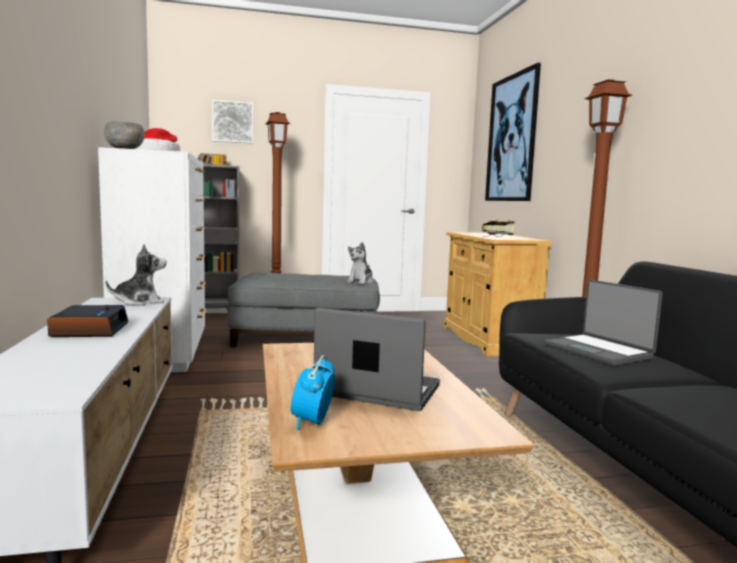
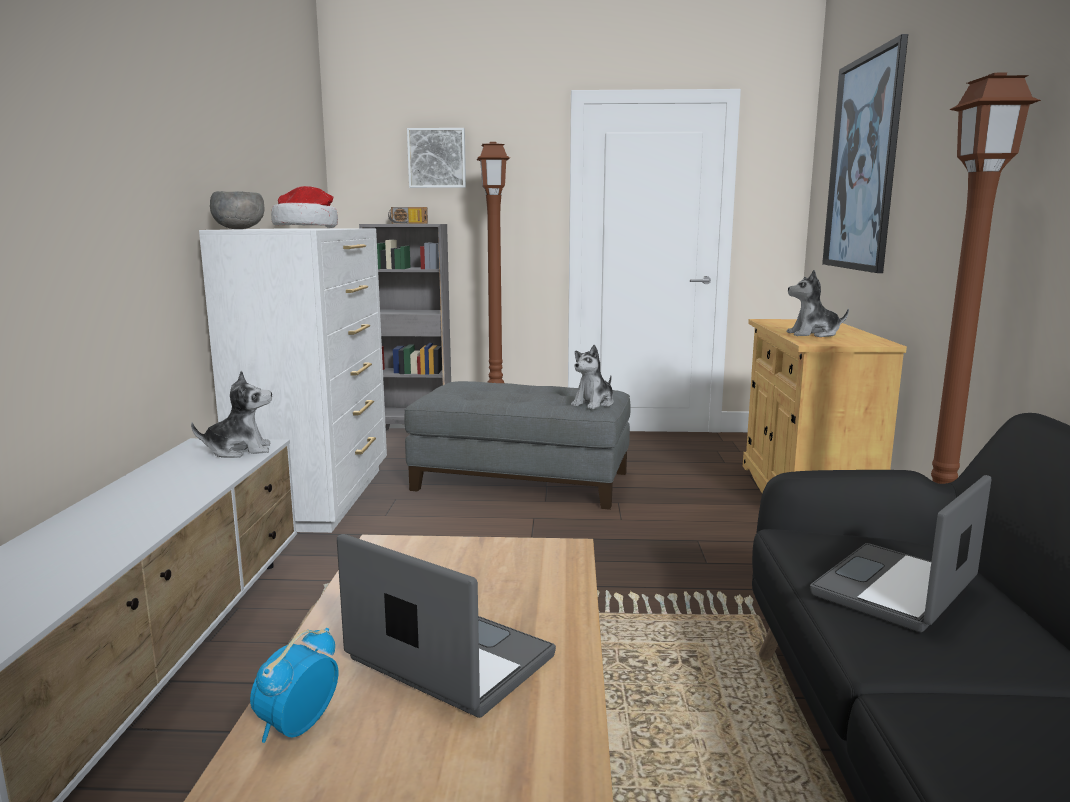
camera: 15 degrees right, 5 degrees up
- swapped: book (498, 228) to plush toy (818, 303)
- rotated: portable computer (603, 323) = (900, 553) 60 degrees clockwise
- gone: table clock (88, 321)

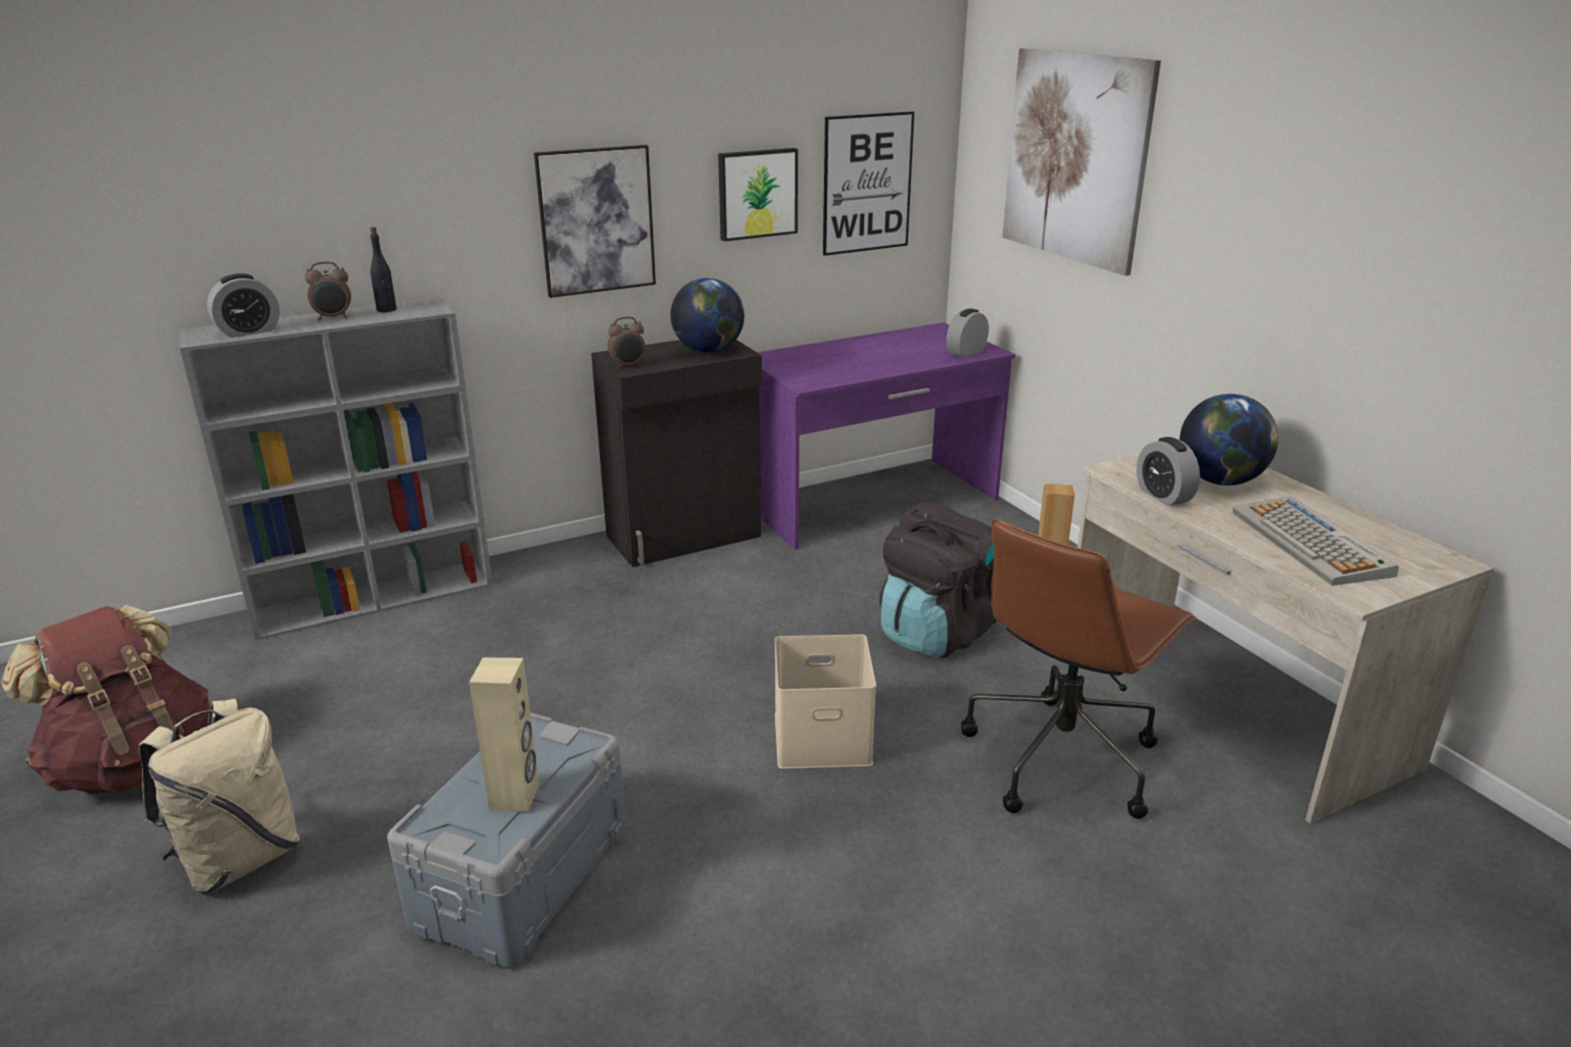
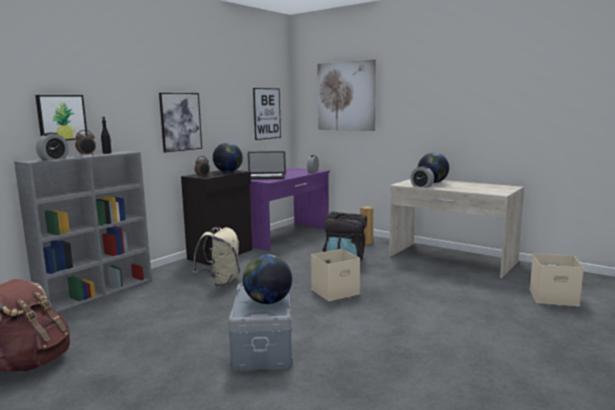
camera: 25 degrees left, 15 degrees down
- shifted: wall art (758, 194) to (61, 117)
- shifted: backpack/sand-coloured (219, 796) to (216, 257)
- swapped: speaker/sand-coloured (504, 734) to desk globe (267, 279)
- new: portable computer (267, 165)
- new: storage box/sand-coloured (557, 279)
- gone: computer chair/brown (1078, 669)
- gone: computer keyboard (1315, 541)

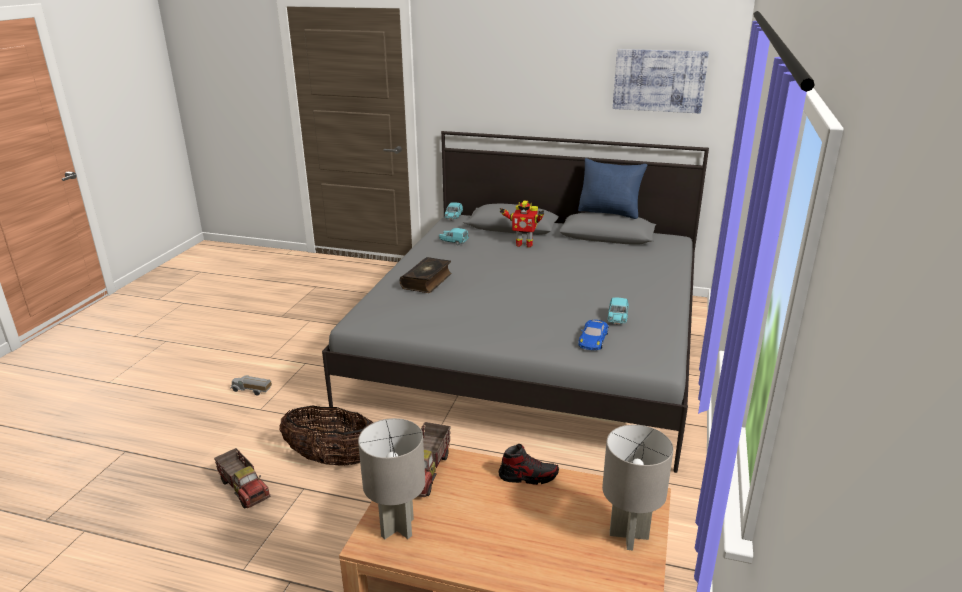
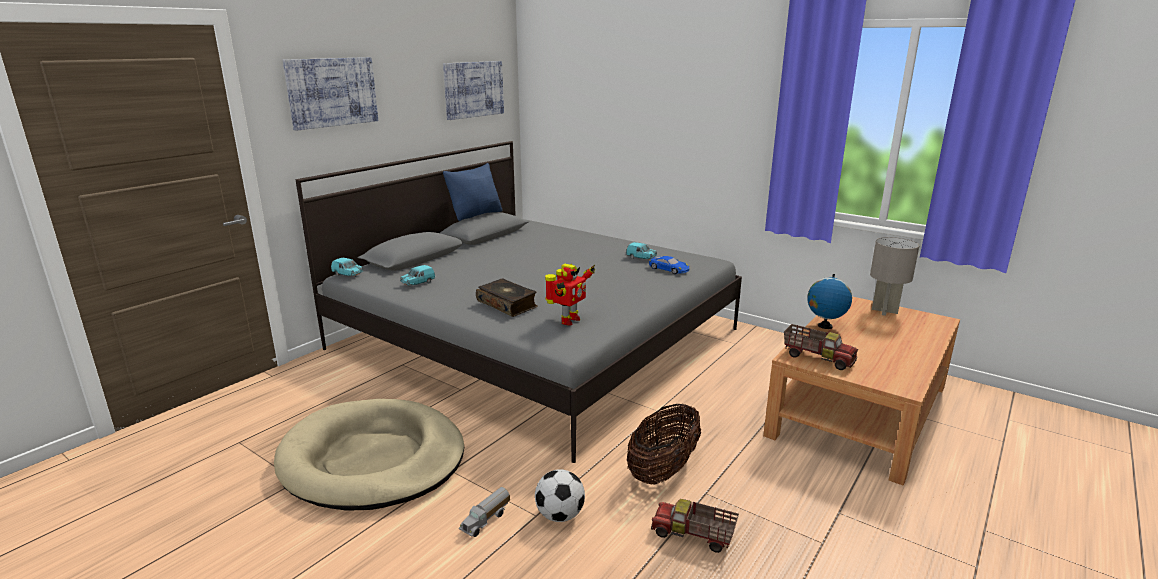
camera: 70 degrees left, 5 degrees down
- new: pet bed/sand-coloured (369, 455)
- new: wall art (330, 93)
- new: ball for football (560, 495)
- shifted: model robot (521, 224) to (570, 295)
- rotated: toy lorry (242, 478) = (695, 526) 135 degrees counterclockwise
- swapped: low shoe (529, 464) to desk globe (829, 301)
- gone: lamp for a table/grey (391, 478)

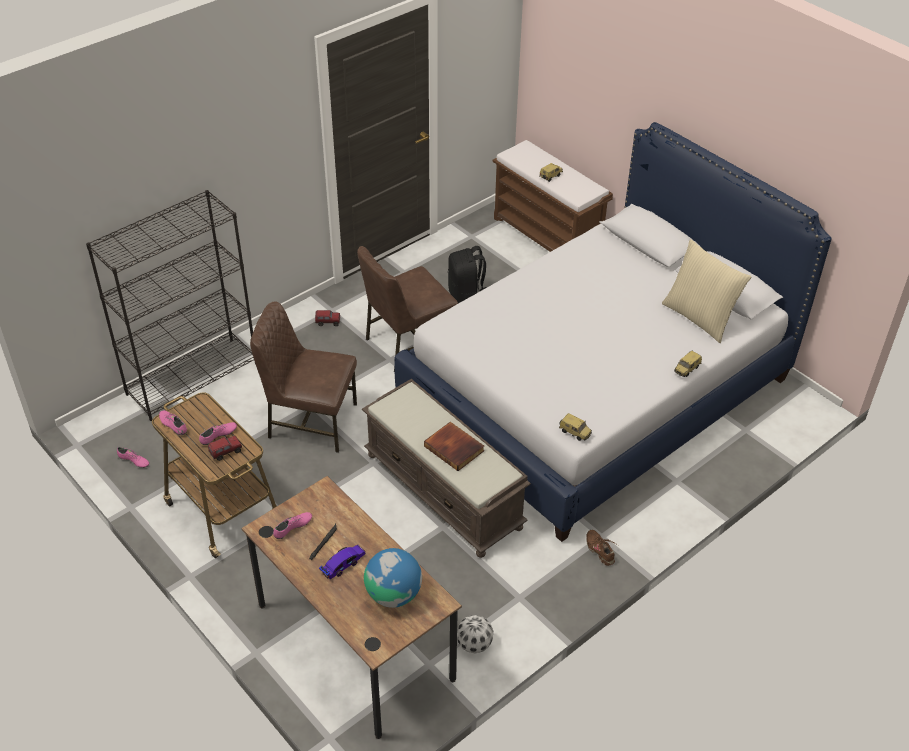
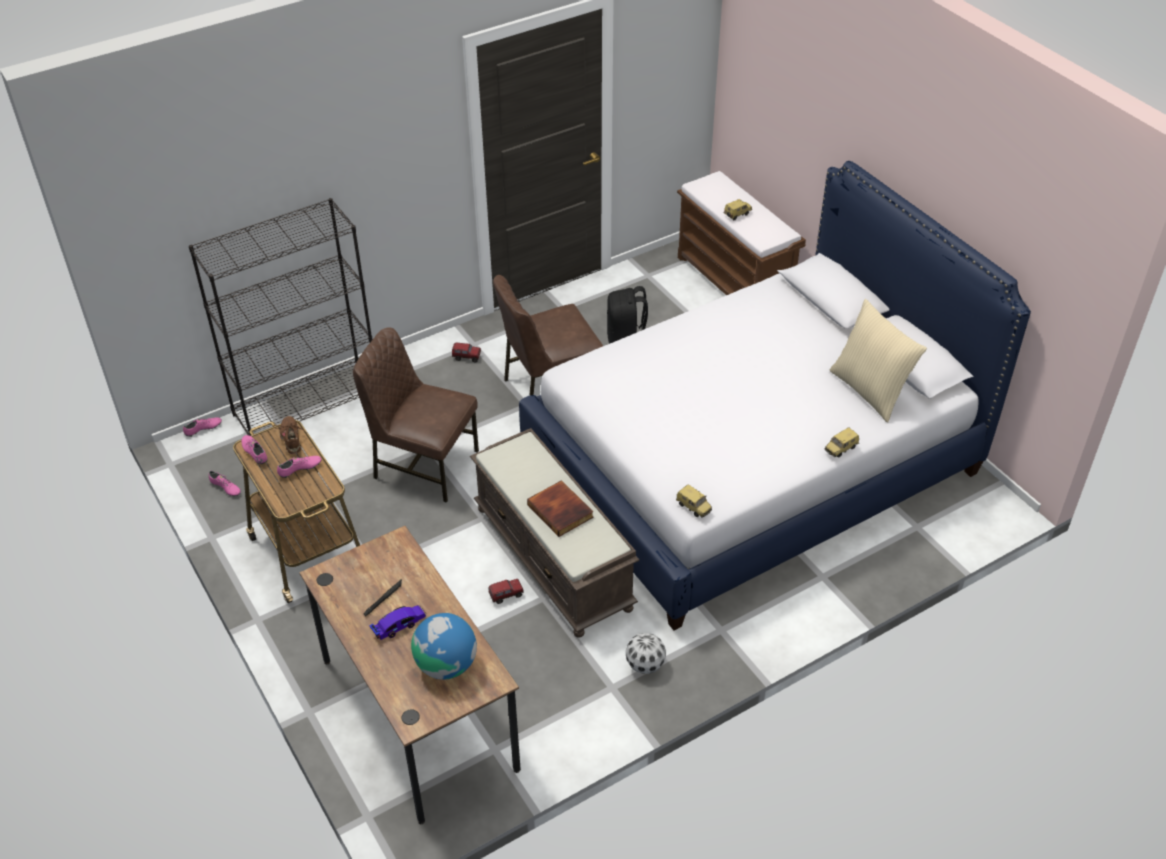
camera: 10 degrees right, 0 degrees up
- shifted: low shoe/pink (292, 525) to (202, 427)
- shifted: low shoe/brown (602, 548) to (289, 435)
- shifted: toy lorry (225, 448) to (506, 591)
- shifted: ball for football (475, 634) to (646, 653)

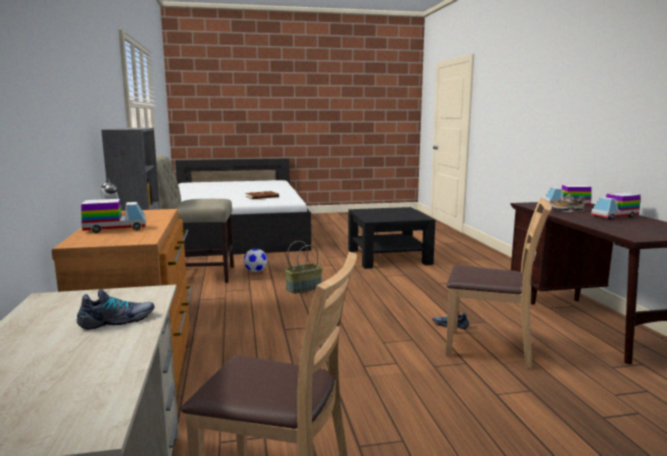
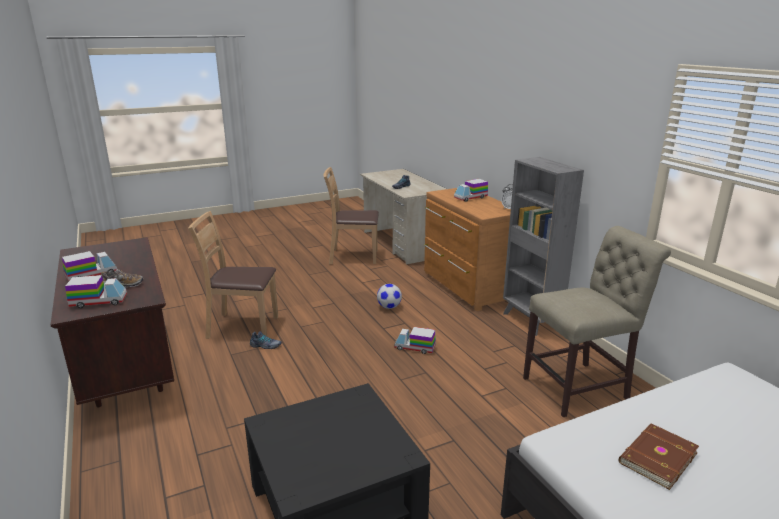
camera: 165 degrees right, 10 degrees up
- shifted: ball for football (255, 260) to (389, 296)
- new: toy lorry (415, 340)
- gone: household basket (304, 267)

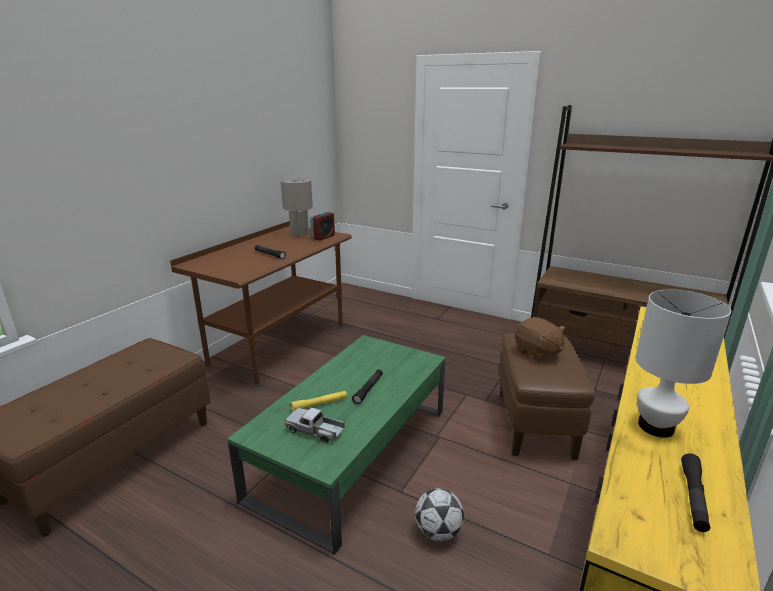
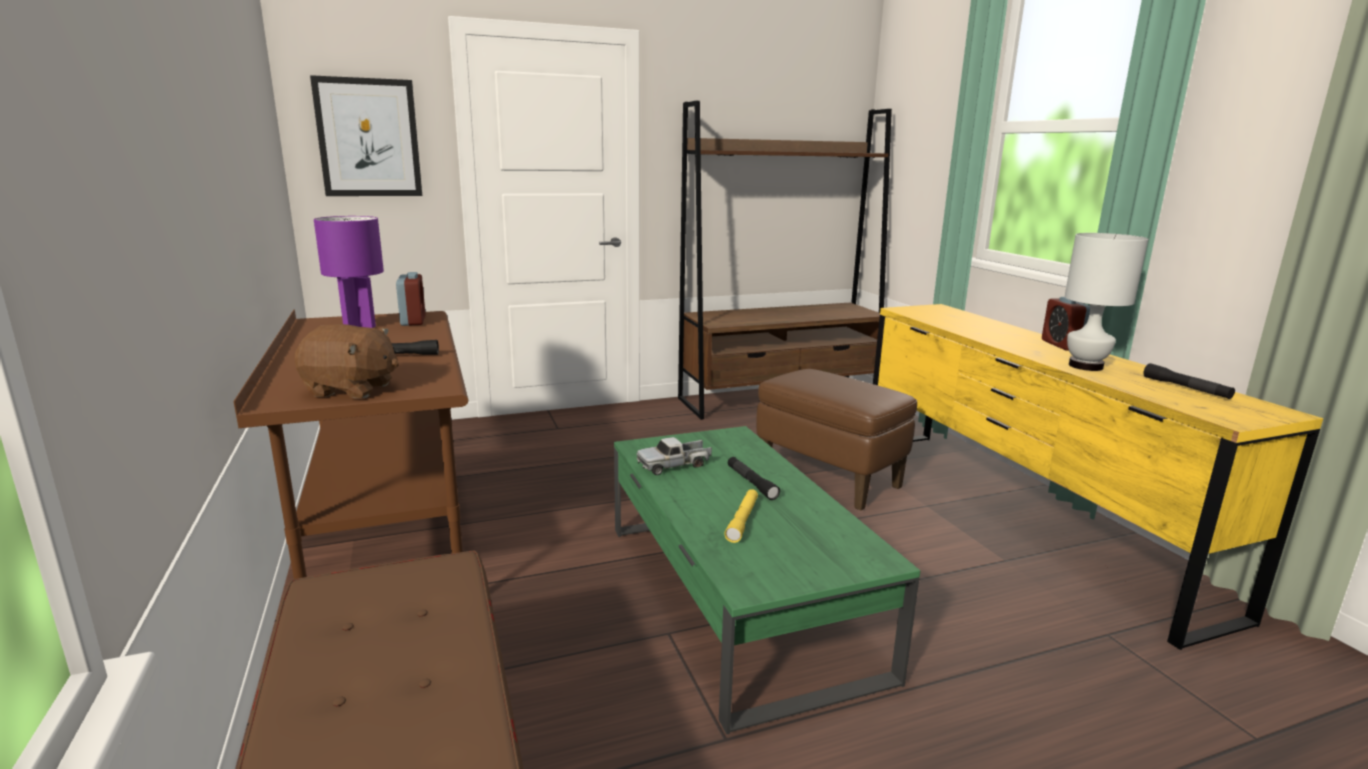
camera: 50 degrees left, 5 degrees down
- shifted: plush toy/brown (540, 339) to (347, 361)
- new: wall art (366, 135)
- repainted: lamp for a table/grey (297, 207) to lamp for a table/purple-coloured (349, 272)
- shifted: toy lorry (315, 425) to (674, 456)
- new: table clock (1066, 323)
- gone: ball for football (439, 514)

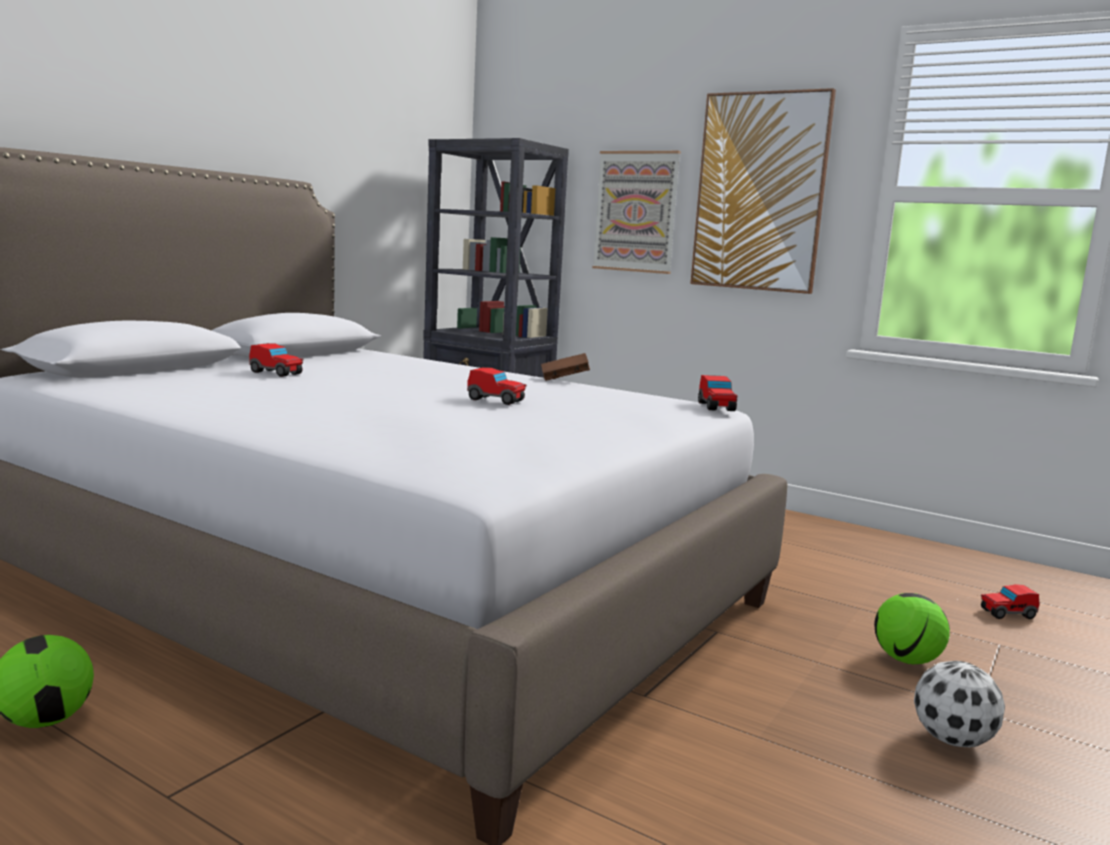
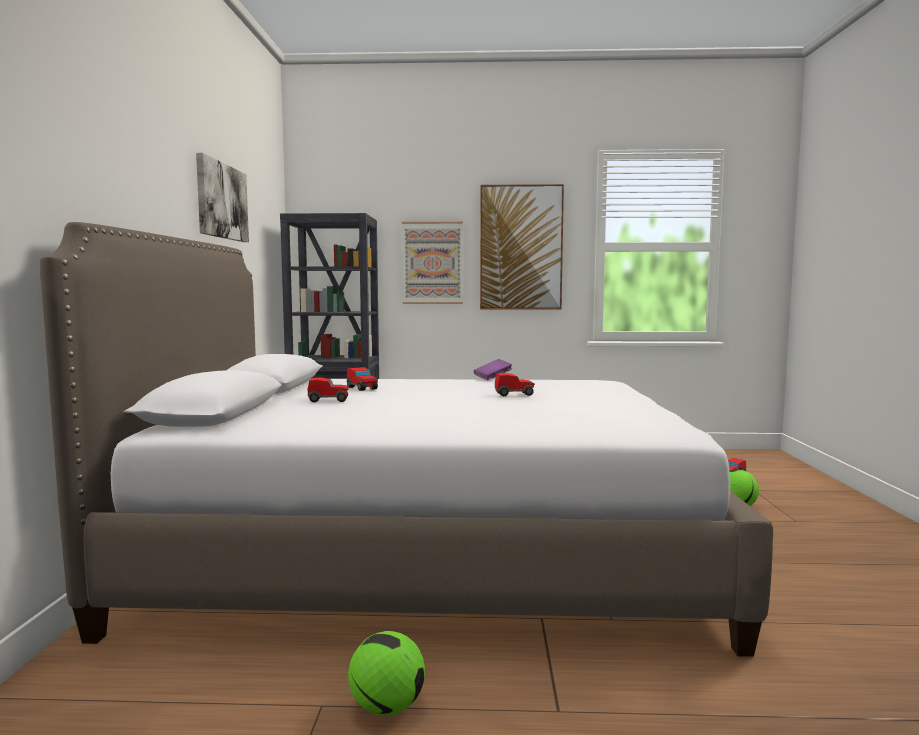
camera: 30 degrees left, 5 degrees down
- new: wall art (222, 197)
- shifted: miniature car (718, 393) to (362, 379)
- repainted: book/brown (565, 367) to book/purple-coloured (493, 369)
- gone: ball for football (959, 704)

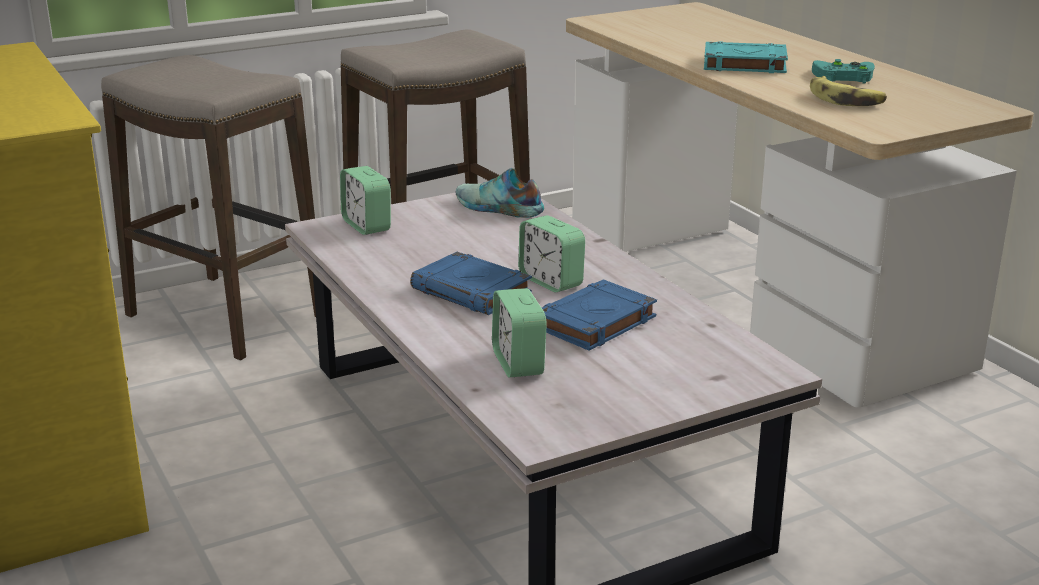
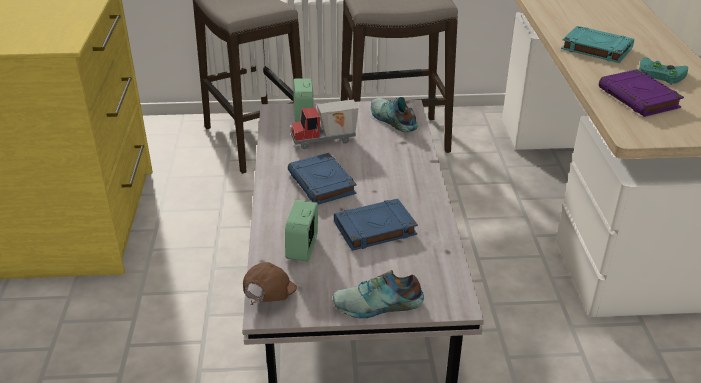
camera: 25 degrees right, 10 degrees up
- new: cap/brown (270, 283)
- new: toy lorry (325, 124)
- new: low shoe (378, 294)
- swapped: banana (848, 91) to book/purple-coloured (641, 93)
- gone: table clock (551, 253)

